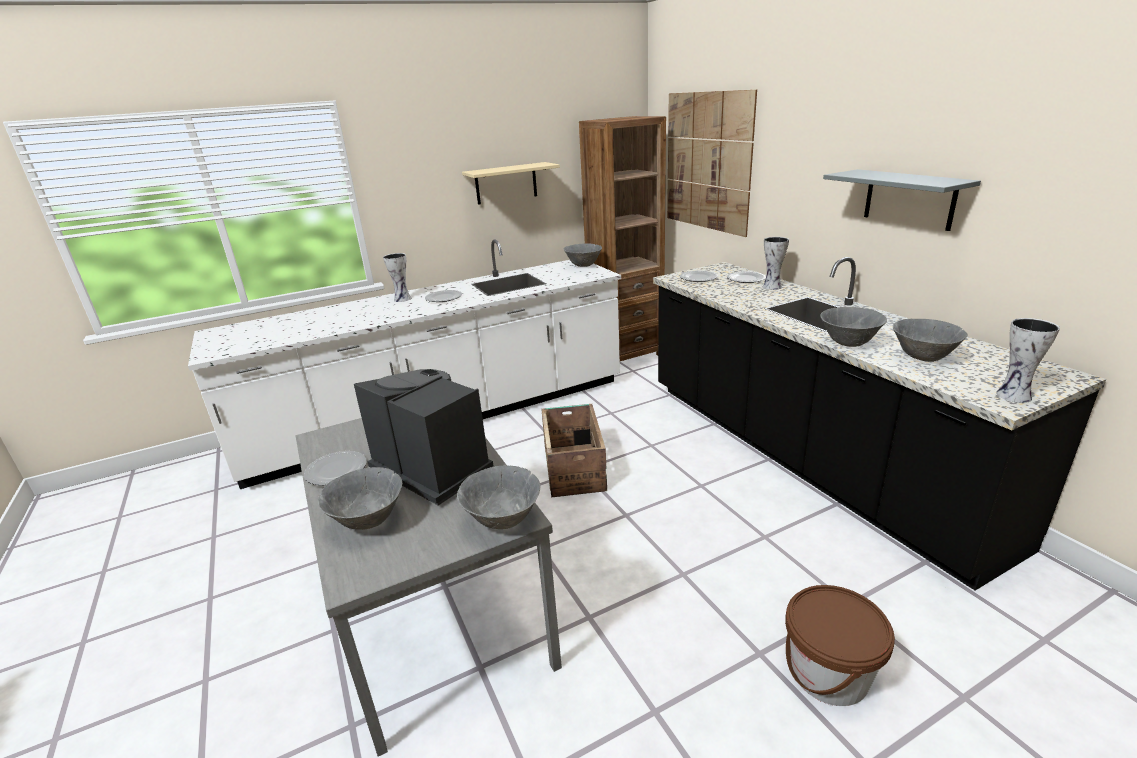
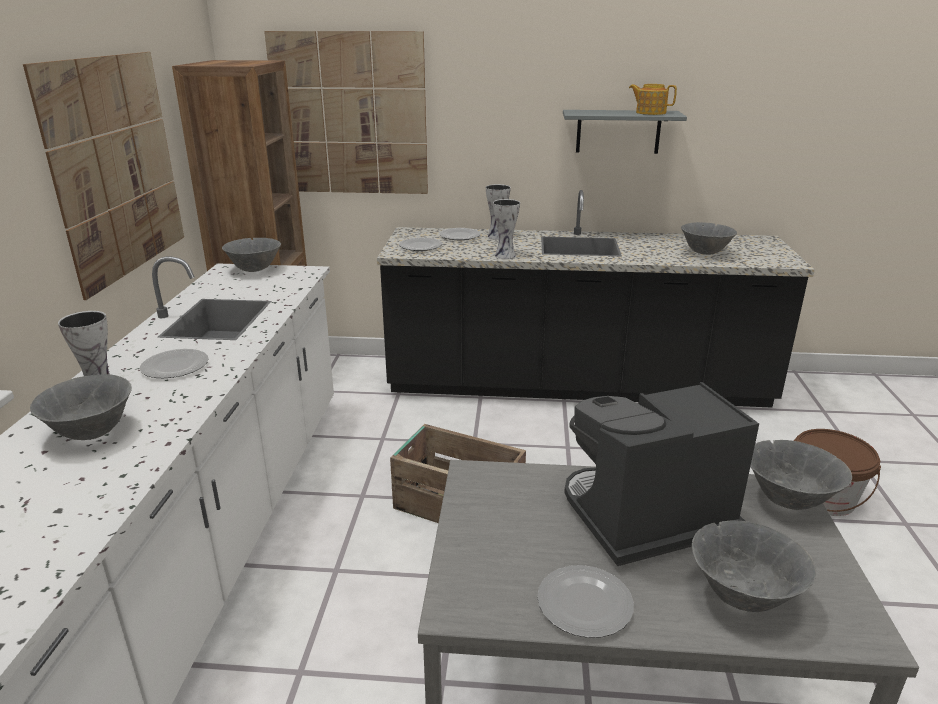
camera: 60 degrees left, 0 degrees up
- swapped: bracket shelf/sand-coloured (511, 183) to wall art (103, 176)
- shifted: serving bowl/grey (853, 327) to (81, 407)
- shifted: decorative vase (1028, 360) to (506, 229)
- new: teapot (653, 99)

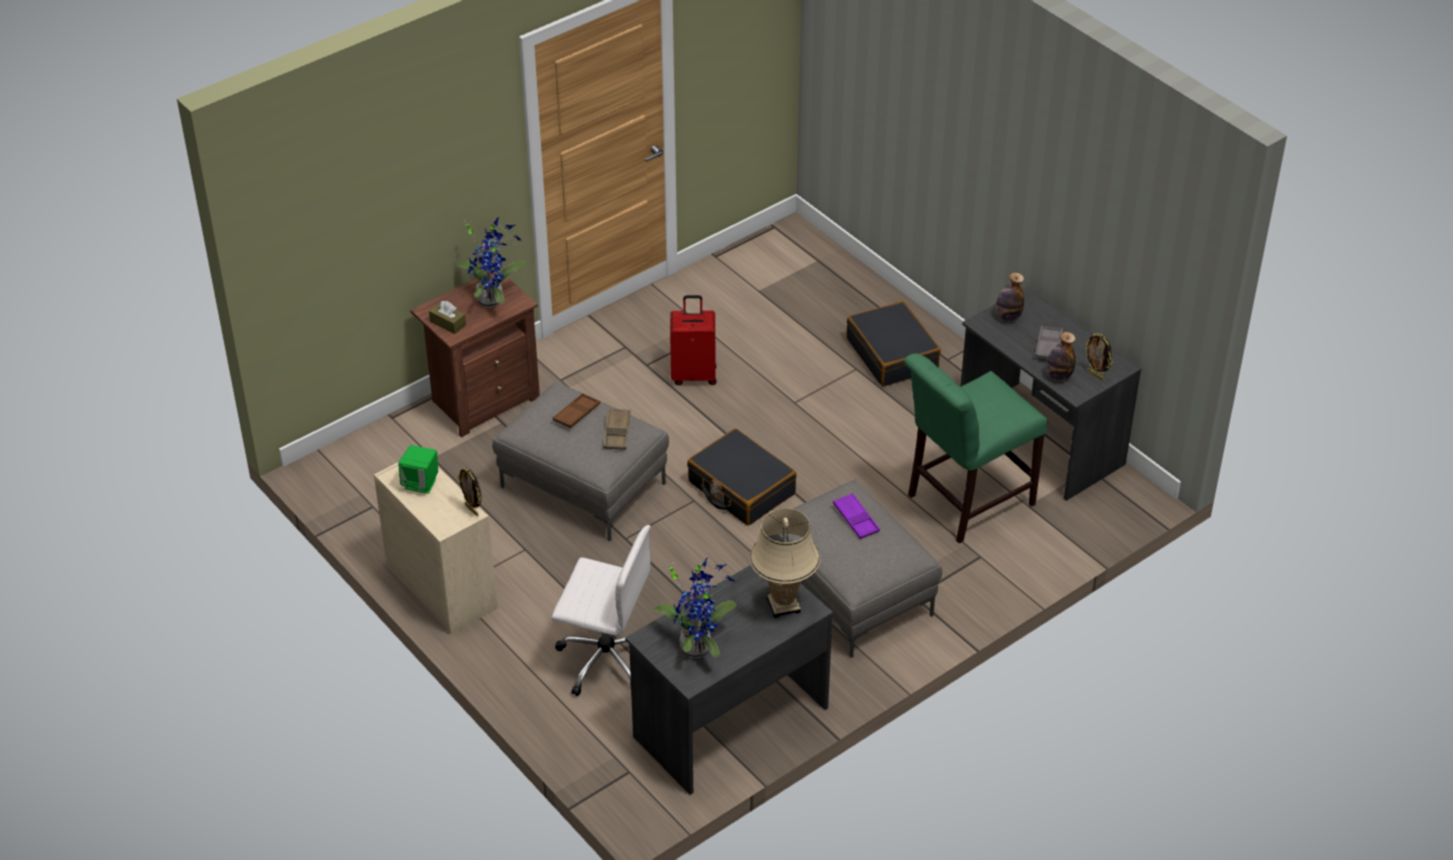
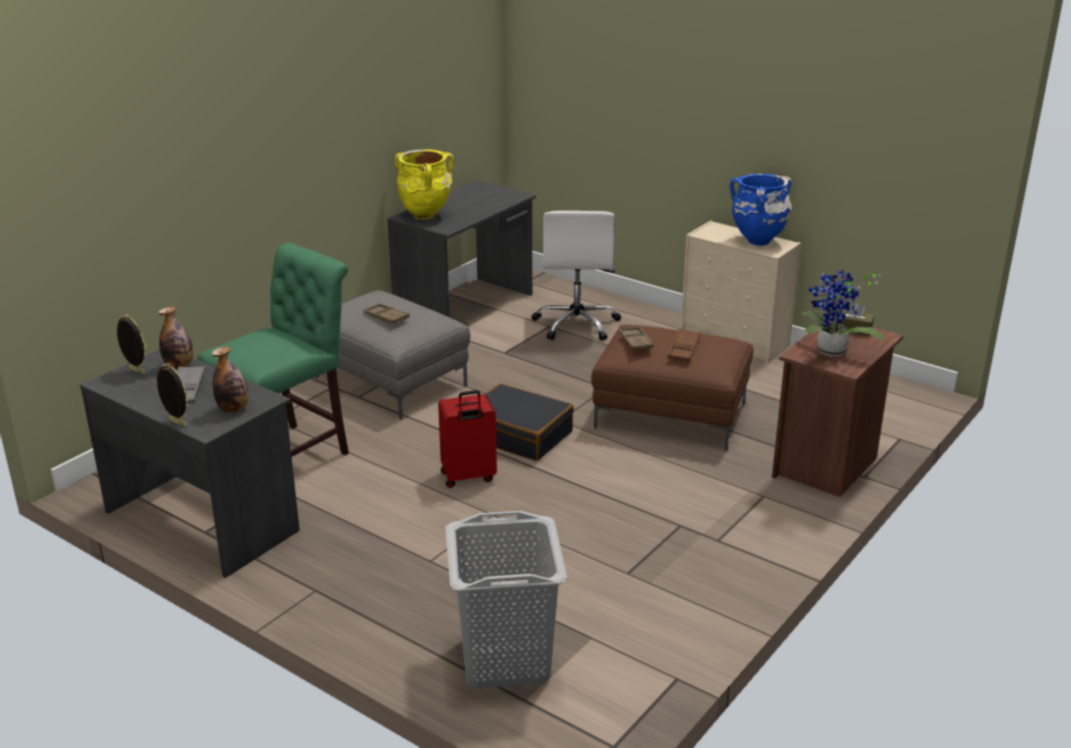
camera: 165 degrees right, 15 degrees down
- shifted: picture frame (469, 491) to (173, 395)
- repainted: serving tray/purple-coloured (856, 516) to serving tray/brown (386, 313)
- swapped: lamp for a table/sand-coloured (785, 563) to decorative vase/yellowish (424, 185)
- shifted: piece of luggage/red-coloured (693, 340) to (467, 439)
- new: hamper/grey (506, 599)
- rotated: computer chair/white (601, 610) = (576, 276) 90 degrees counterclockwise
- repainted: ottoman/grey (580, 461) to ottoman/brown (672, 388)
- swapped: speaker/green (418, 469) to decorative vase/bluish (761, 210)
- gone: plant in a pot (695, 607)
- gone: piece of luggage/black-coloured (894, 343)

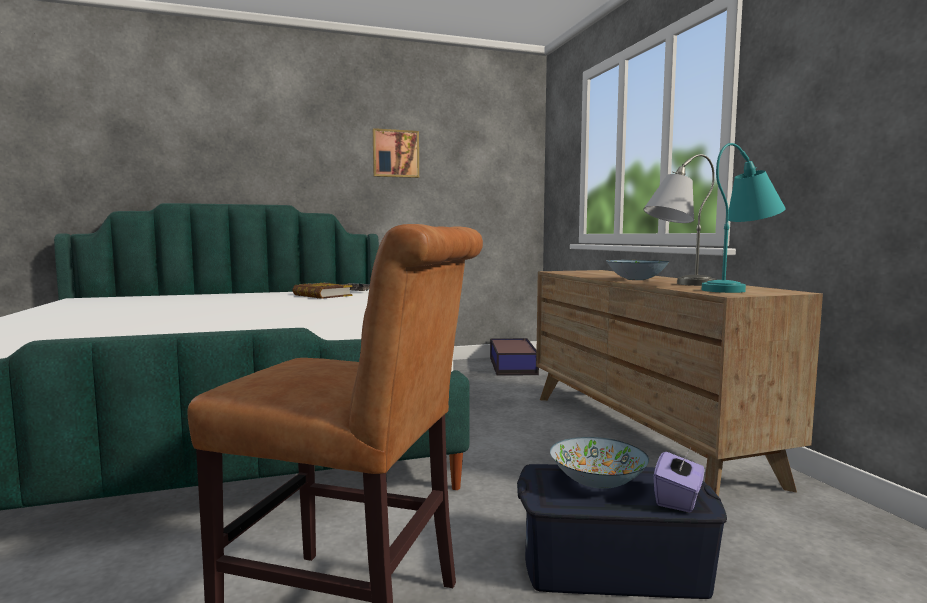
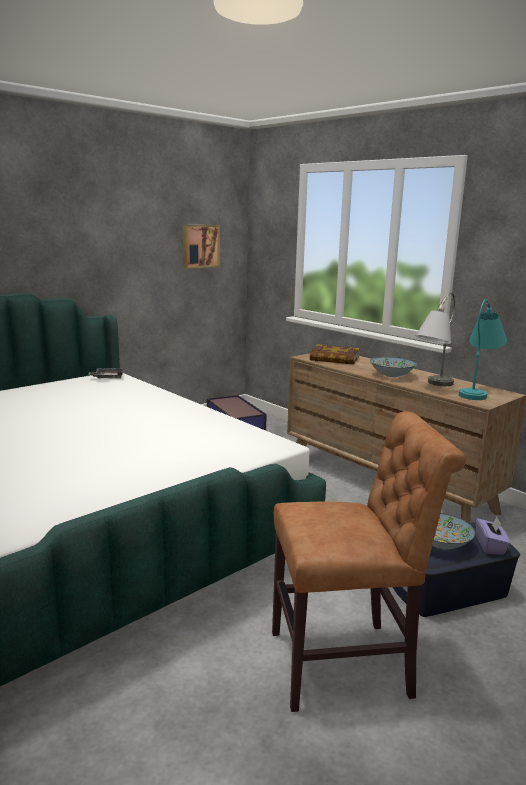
camera: 25 degrees left, 10 degrees up
- shifted: wall art (396, 153) to (201, 246)
- shifted: book (322, 291) to (335, 354)

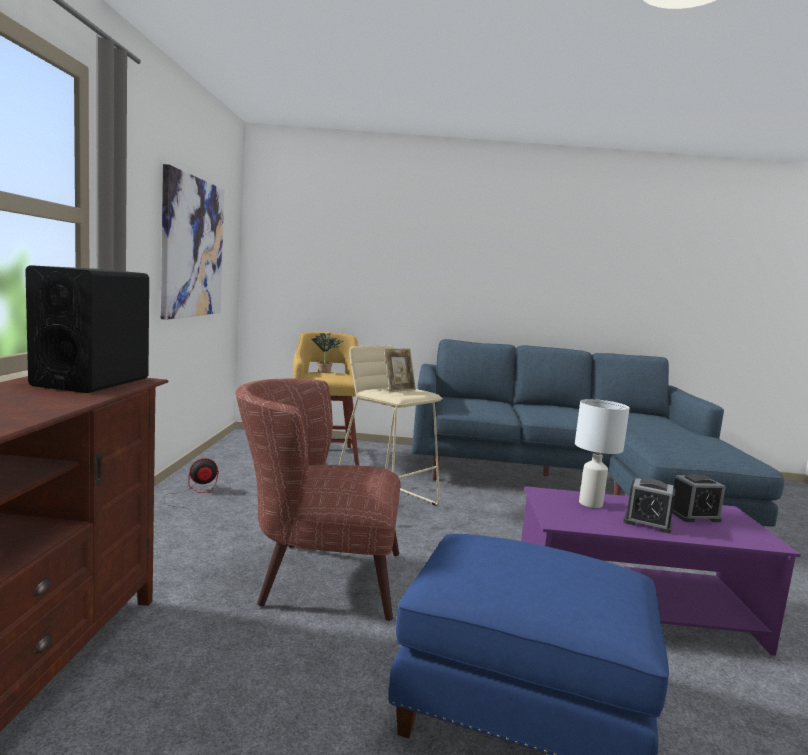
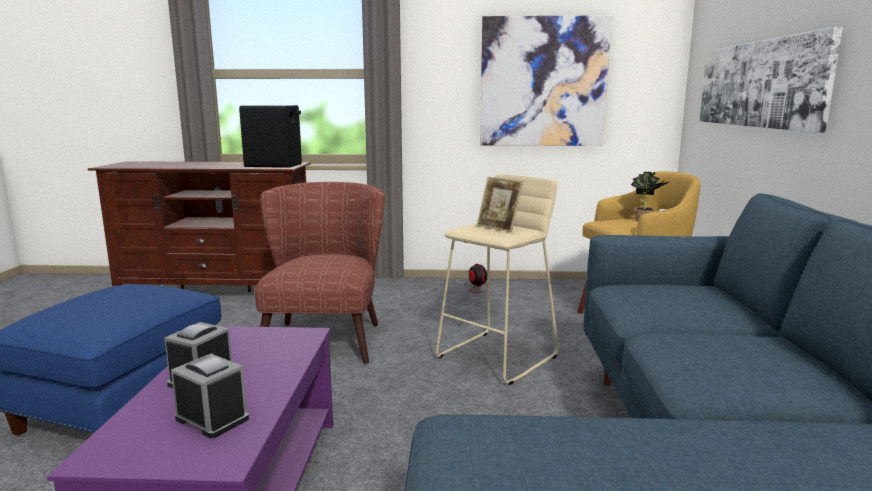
camera: 90 degrees right, 5 degrees up
- rotated: table clock (699, 498) = (210, 396) 135 degrees clockwise
- new: wall art (771, 80)
- gone: lamp for a table/white (602, 453)

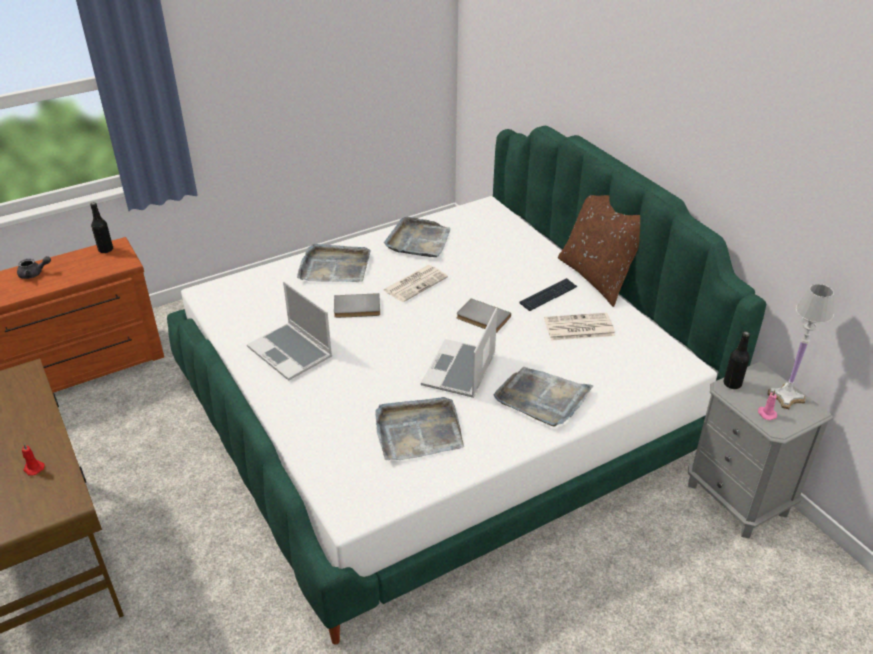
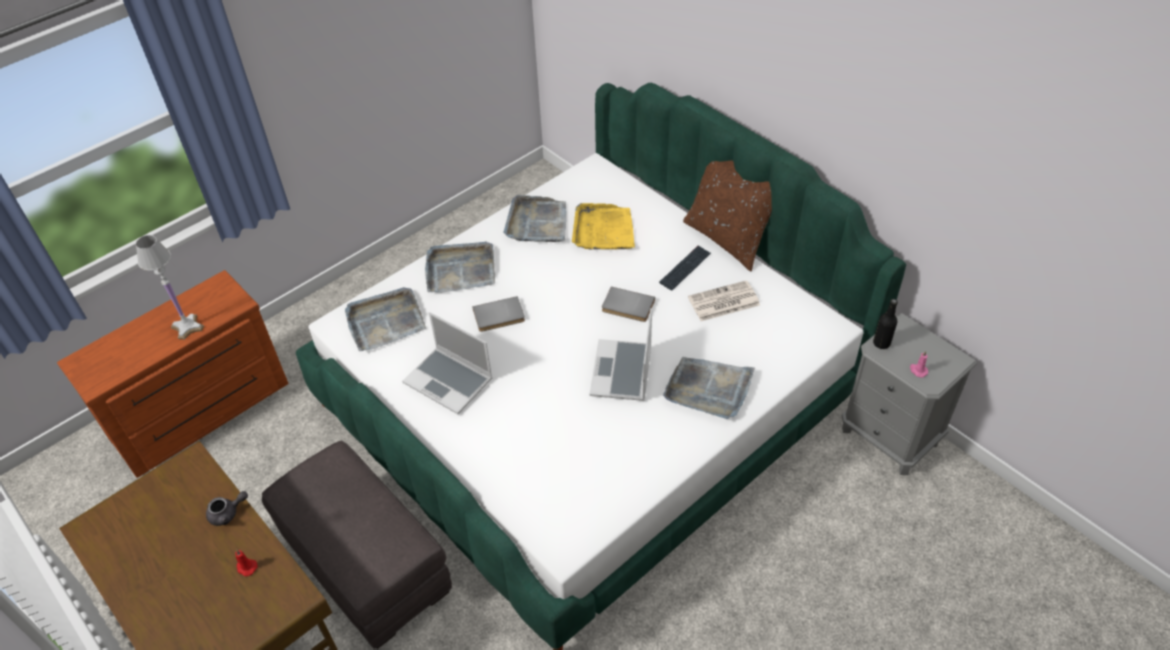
camera: 10 degrees left, 10 degrees up
- shifted: lamp for a table/white (801, 346) to (170, 287)
- shifted: teapot/grey (34, 267) to (227, 508)
- new: ottoman/grey (357, 545)
- shifted: serving tray/grey (419, 428) to (385, 319)
- new: serving tray/yellowish (603, 226)
- gone: drink bottle/black-coloured (101, 227)
- gone: printed paper (415, 283)

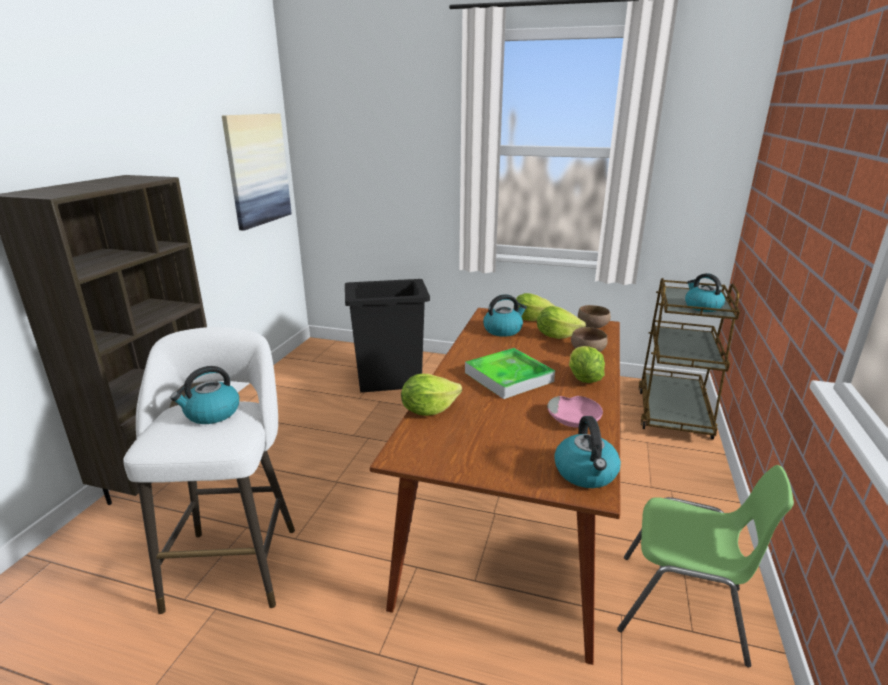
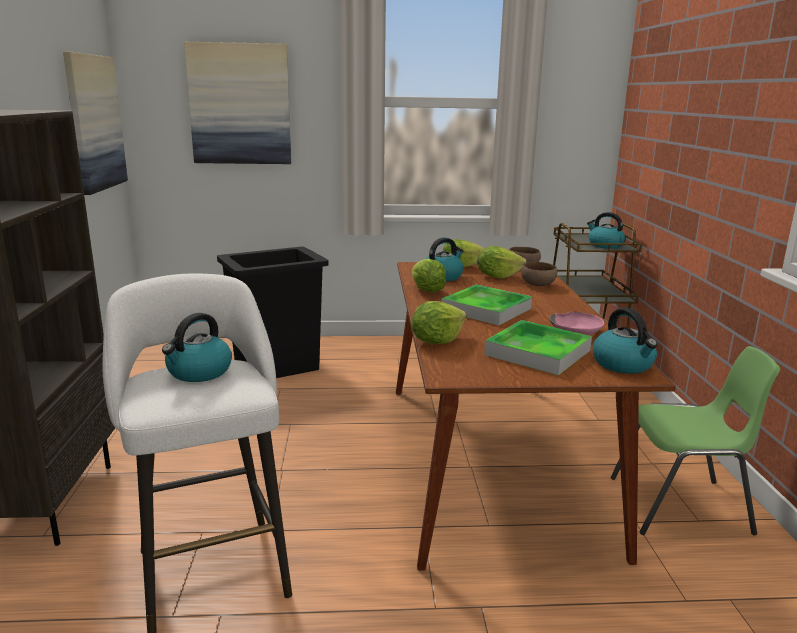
camera: 20 degrees left, 5 degrees down
- new: wall art (237, 103)
- shifted: lettuce (587, 364) to (429, 275)
- new: serving tray (538, 347)

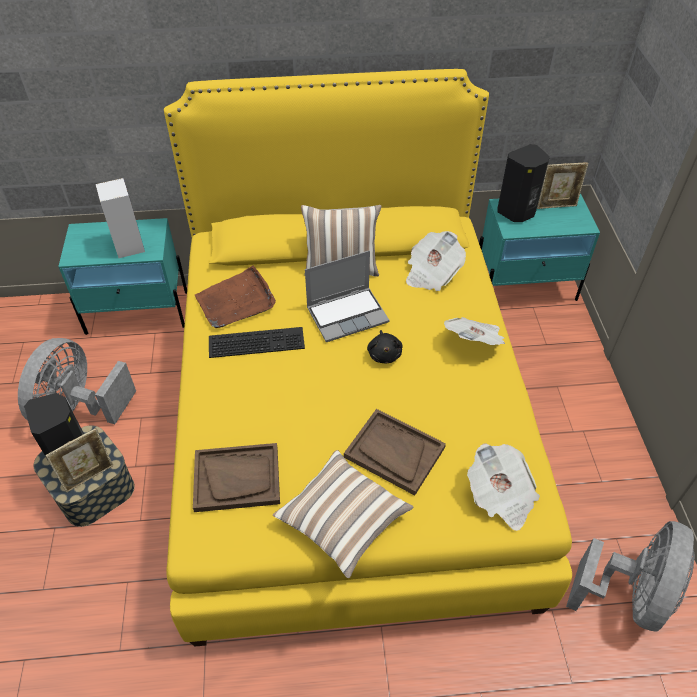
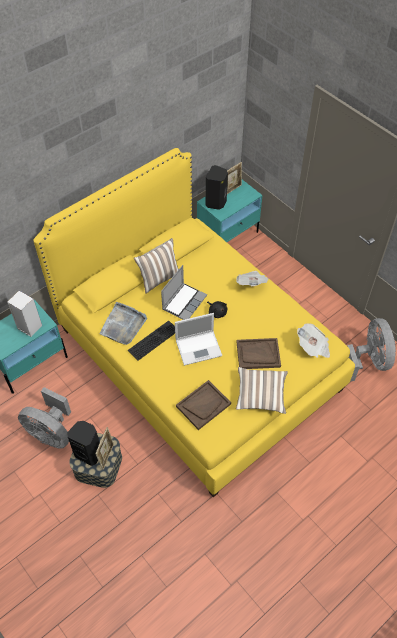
camera: 35 degrees left, 5 degrees up
- rotated: fan/grey (77, 381) = (44, 418) 45 degrees counterclockwise
- repainted: serving tray/brown (235, 296) to serving tray/grey (123, 323)
- new: portable computer (198, 339)
- gone: printed paper (436, 261)

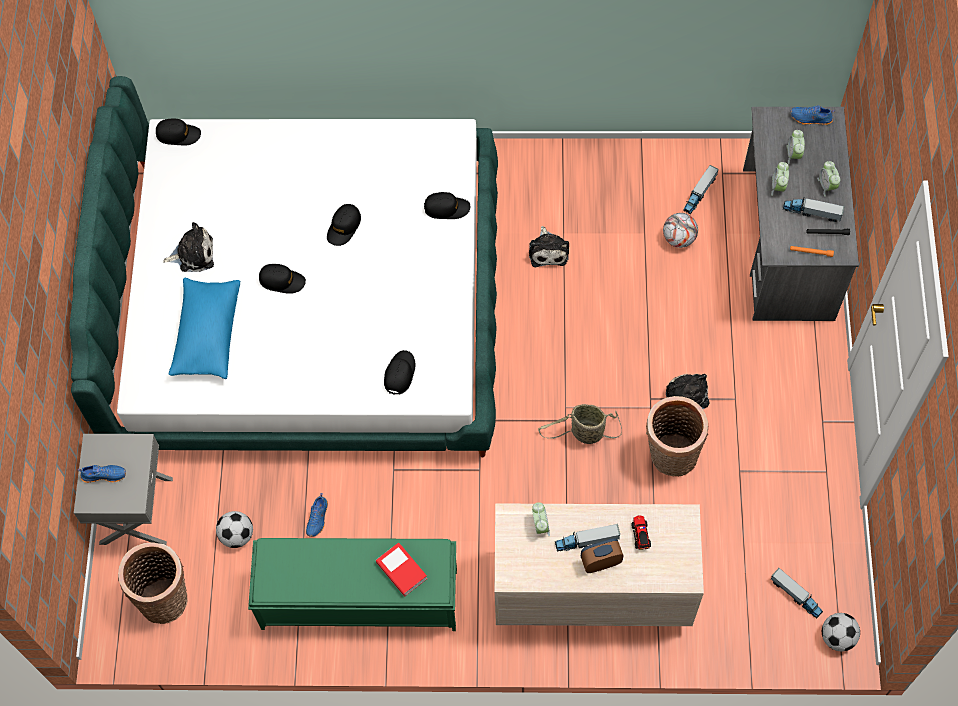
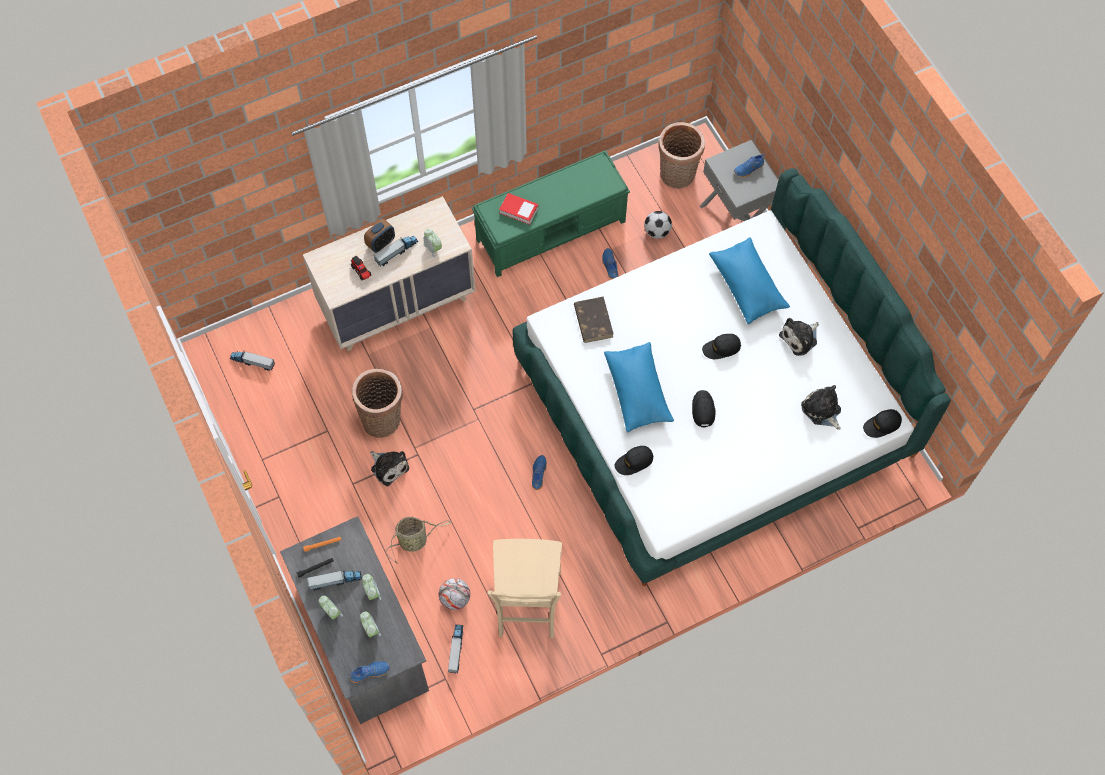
camera: 150 degrees right, 0 degrees up
- shifted: household basket (580, 424) to (418, 540)
- new: plain chair/sand-coloured (524, 588)
- new: low shoe/bluish (539, 472)
- swapped: cap/black-coloured (399, 372) to book/brown (593, 319)
- new: cushion/bluish (639, 387)
- shifted: plush toy (549, 246) to (821, 407)
- gone: ball for football (841, 632)

